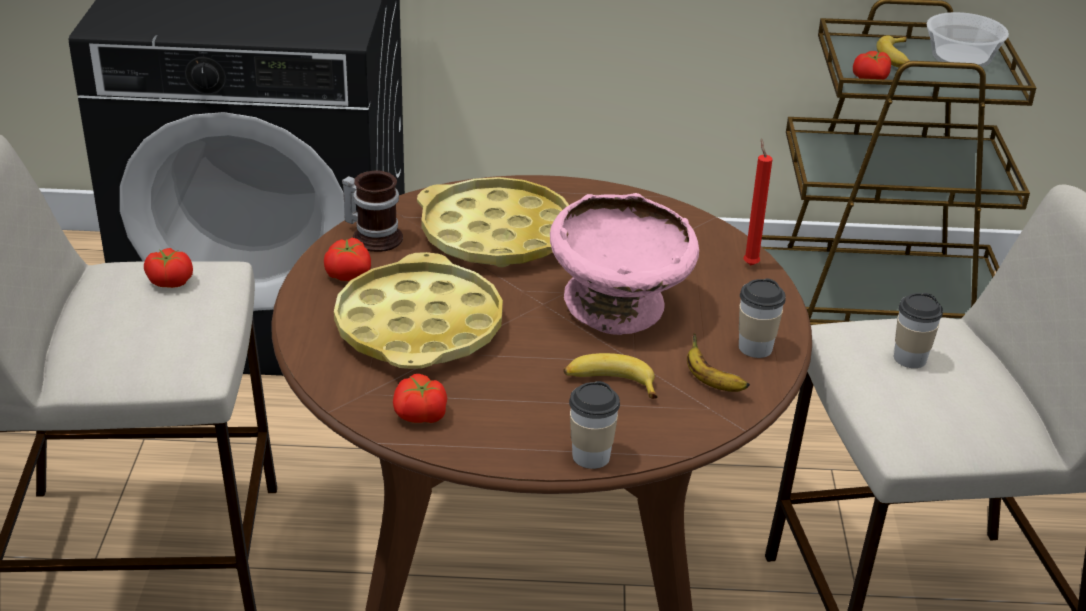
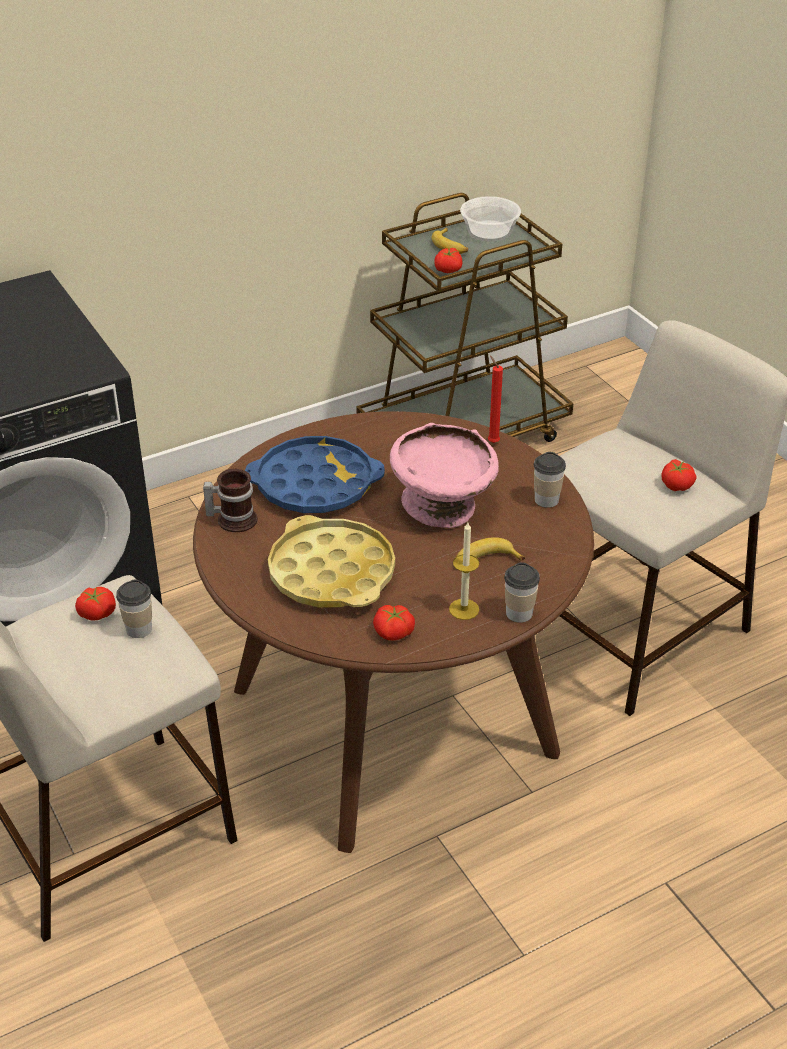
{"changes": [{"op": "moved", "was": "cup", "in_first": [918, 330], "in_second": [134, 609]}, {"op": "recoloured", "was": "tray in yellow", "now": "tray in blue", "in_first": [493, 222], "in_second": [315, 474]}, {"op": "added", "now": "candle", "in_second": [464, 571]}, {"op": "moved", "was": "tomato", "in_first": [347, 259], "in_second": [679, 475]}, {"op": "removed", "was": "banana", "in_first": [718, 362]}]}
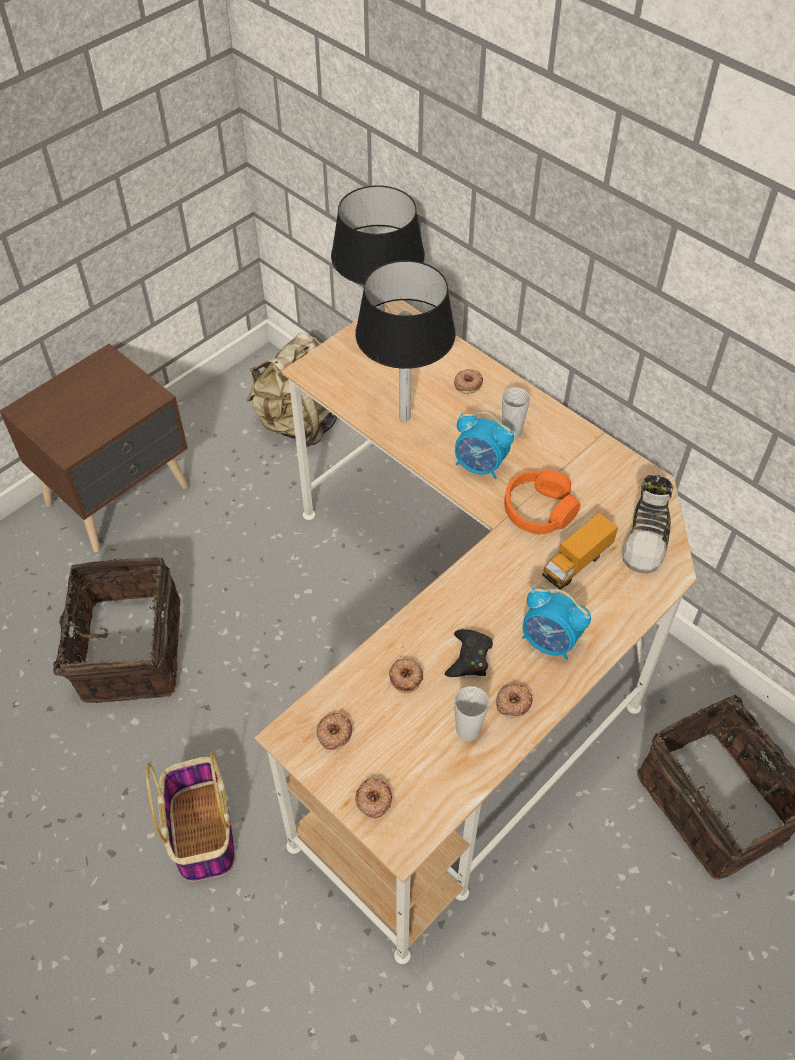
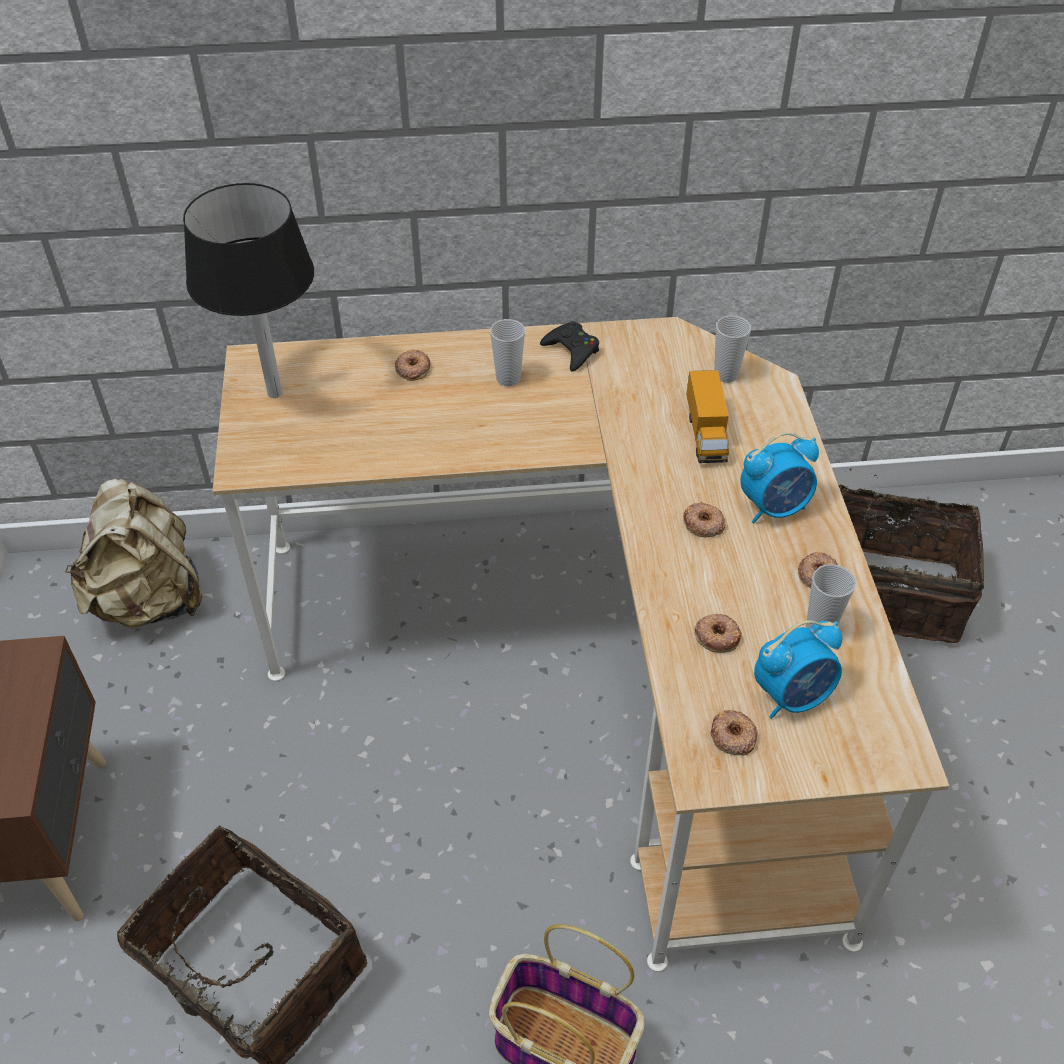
{"changes": [{"op": "moved", "was": "game controller in black", "in_first": [468, 653], "in_second": [569, 346]}, {"op": "moved", "was": "donut", "in_first": [373, 798], "in_second": [704, 519]}, {"op": "replaced", "was": "shoe", "now": "cup", "in_first": [647, 524], "in_second": [732, 349]}, {"op": "moved", "was": "alarm clock", "in_first": [484, 445], "in_second": [798, 669]}, {"op": "removed", "was": "table lamp in black", "in_first": [405, 341]}, {"op": "removed", "was": "headphones in orange", "in_first": [542, 502]}]}
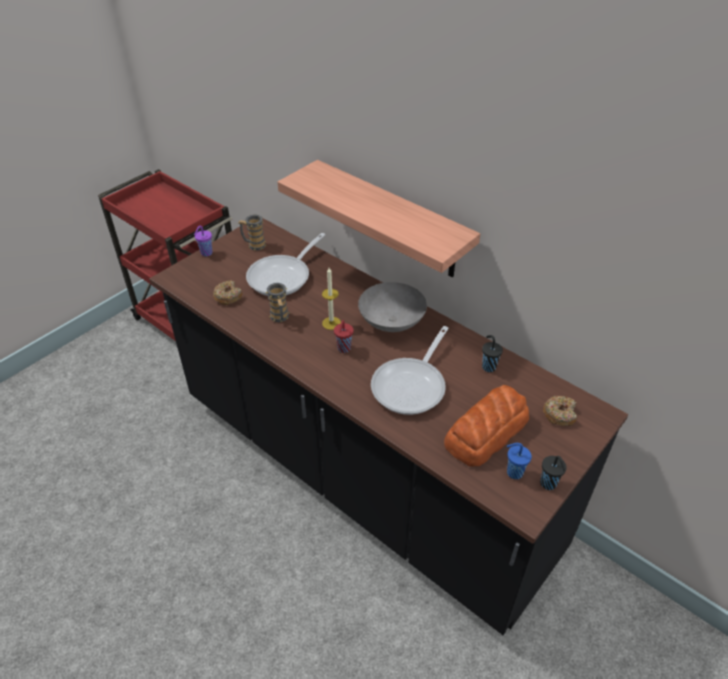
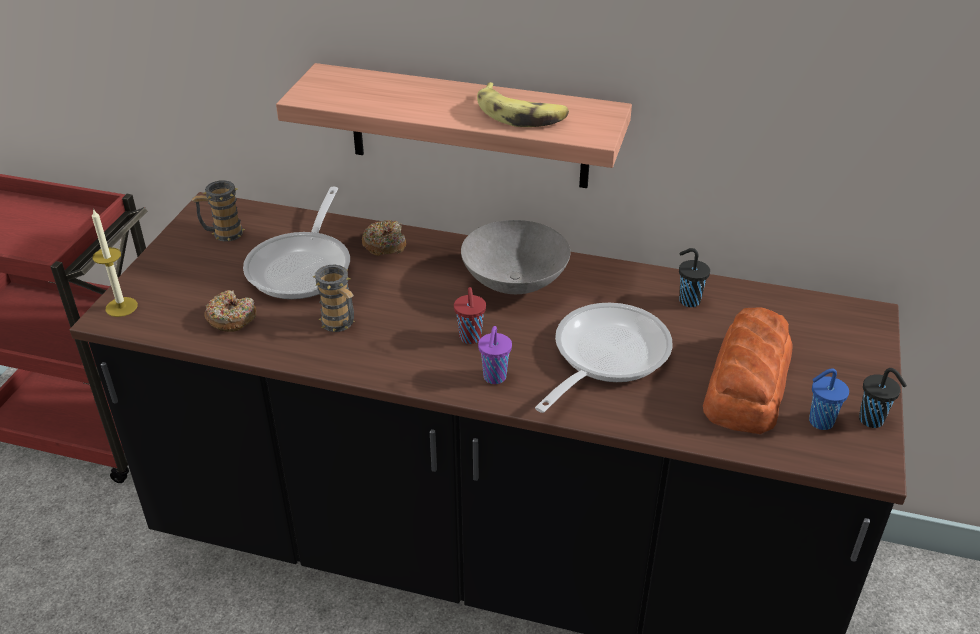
{"changes": [{"op": "moved", "was": "candle", "in_first": [331, 299], "in_second": [115, 263]}, {"op": "moved", "was": "donut", "in_first": [560, 411], "in_second": [384, 238]}, {"op": "added", "now": "banana", "in_second": [523, 104]}, {"op": "moved", "was": "cup in purple", "in_first": [203, 240], "in_second": [495, 355]}, {"op": "turned", "was": "frying pan", "in_first": [410, 370], "in_second": [604, 358], "clockwise": -150}]}
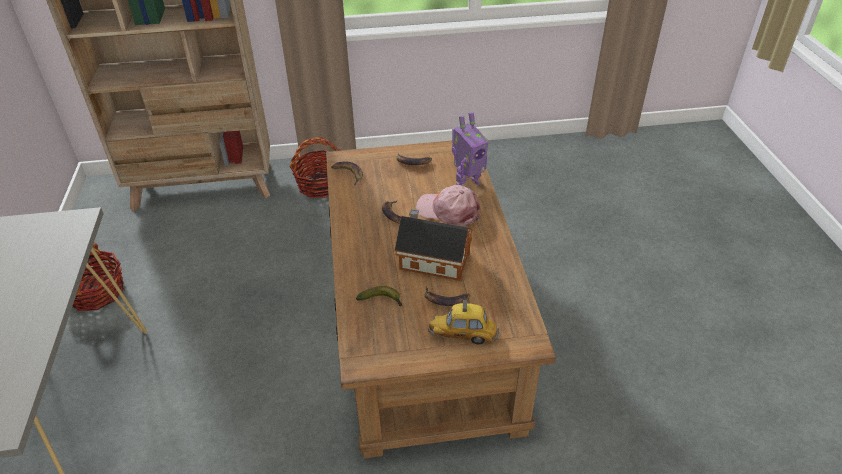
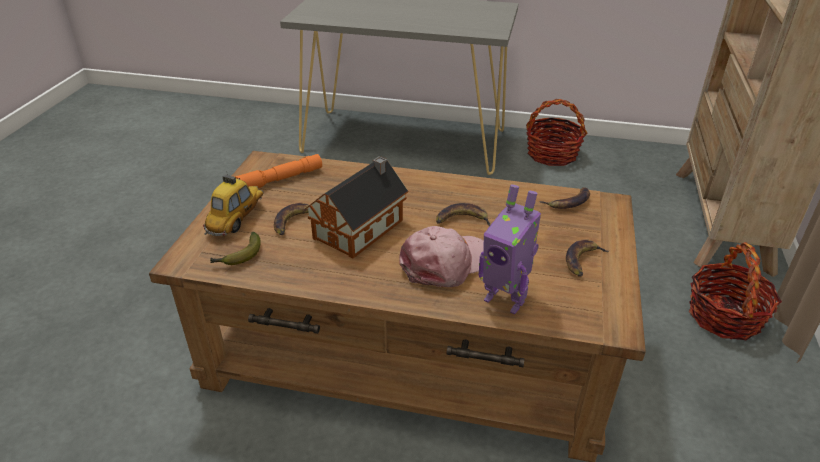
{"changes": [{"op": "moved", "was": "banana", "in_first": [379, 296], "in_second": [235, 248]}, {"op": "added", "now": "flashlight in orange", "in_second": [278, 171]}, {"op": "turned", "was": "toy robot", "in_first": [470, 149], "in_second": [510, 249], "clockwise": -45}]}
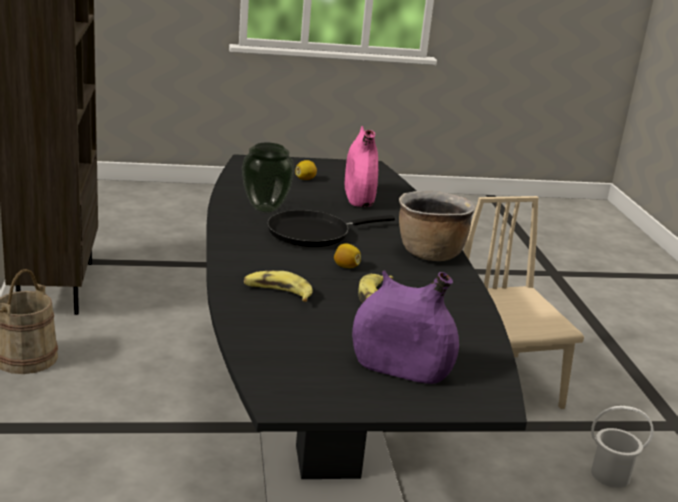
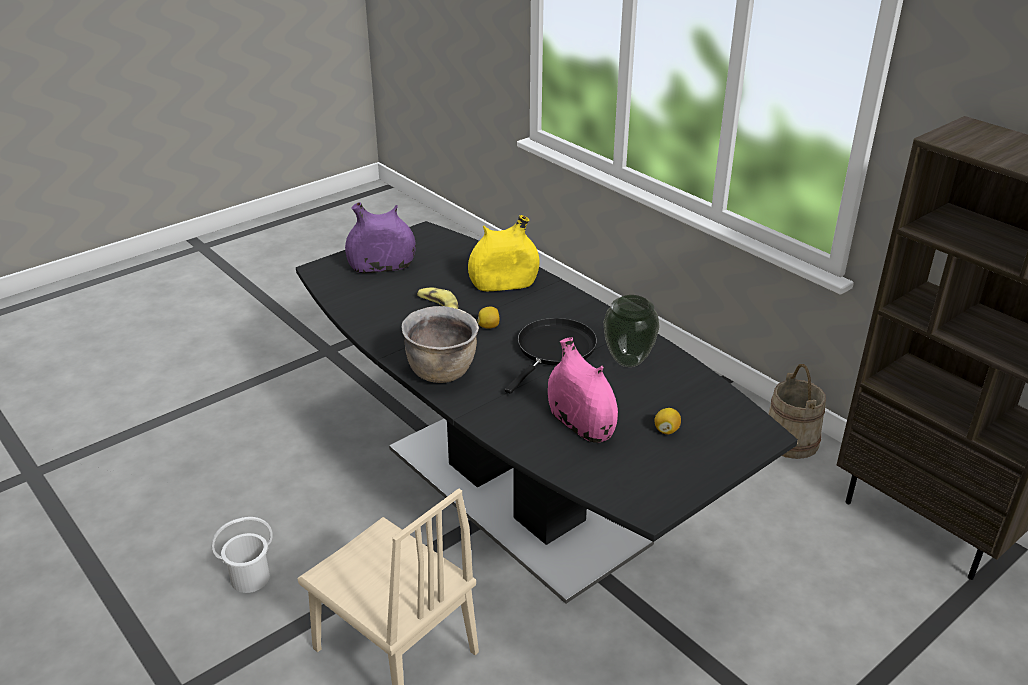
{"changes": [{"op": "replaced", "was": "banana", "now": "vase in yellow", "in_first": [278, 286], "in_second": [504, 253]}]}
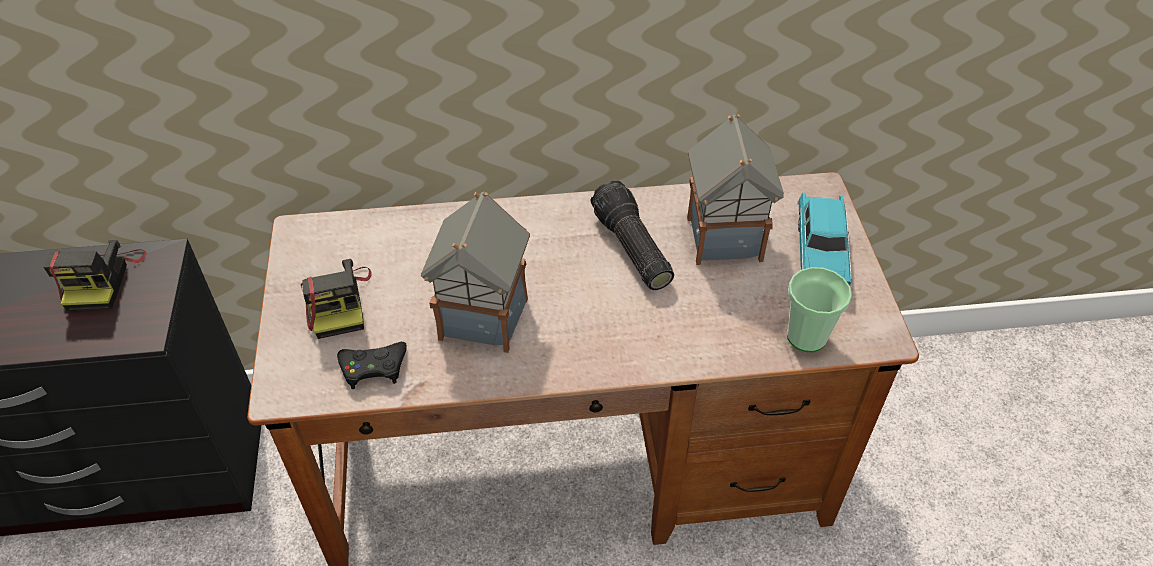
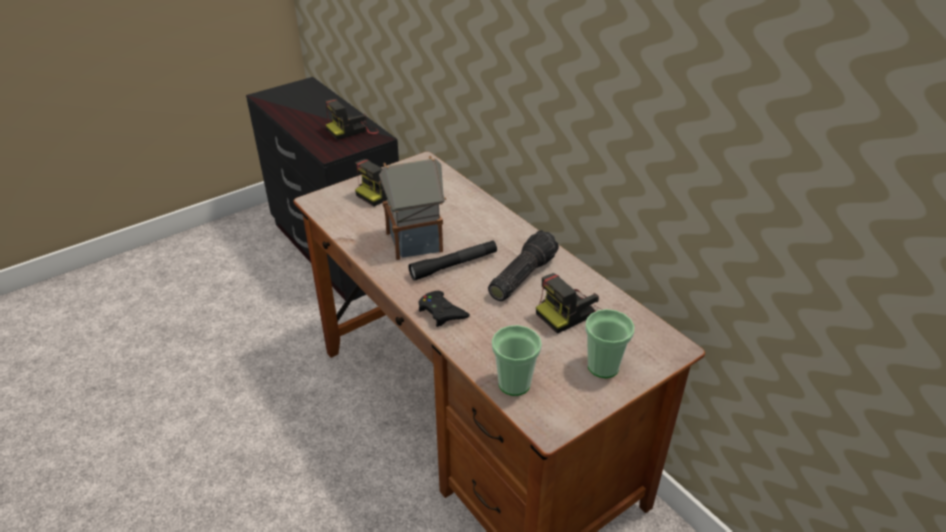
{"changes": [{"op": "added", "now": "flashlight in black", "in_second": [453, 260]}, {"op": "moved", "was": "game controller in black", "in_first": [372, 365], "in_second": [444, 309]}, {"op": "replaced", "was": "toy house", "now": "photo camera", "in_first": [735, 189], "in_second": [569, 303]}, {"op": "replaced", "was": "toy car in turquoise", "now": "cup", "in_first": [825, 239], "in_second": [609, 343]}]}
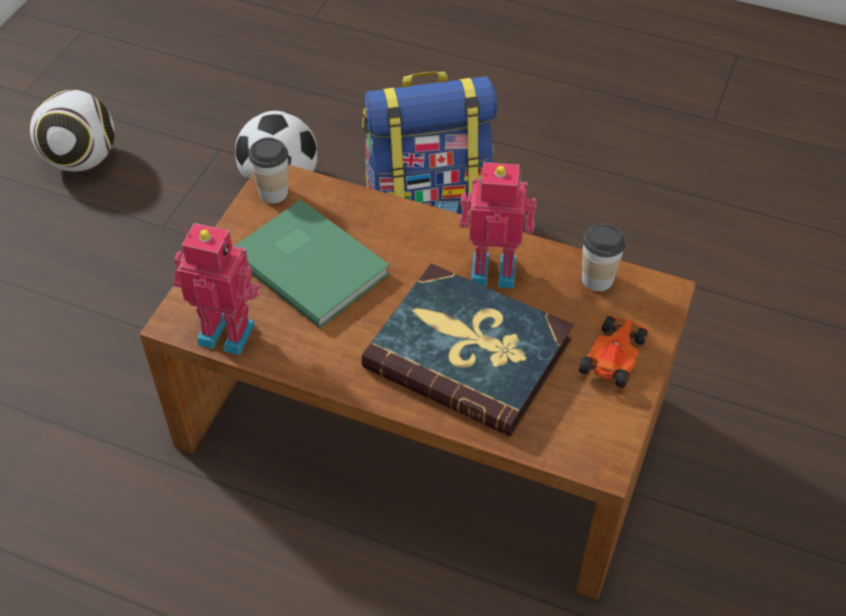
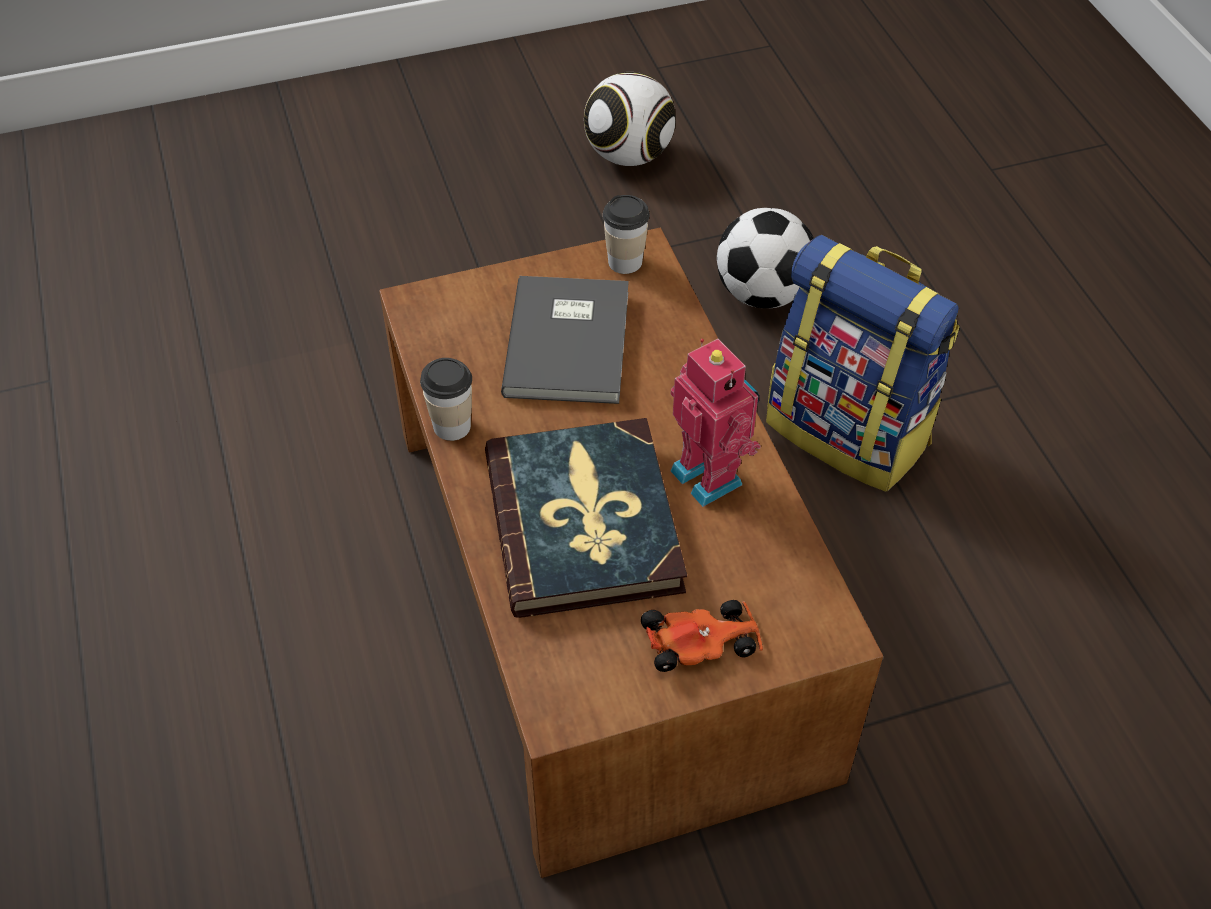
{"changes": [{"op": "moved", "was": "cup", "in_first": [604, 257], "in_second": [446, 399]}, {"op": "recoloured", "was": "book in green", "now": "book in grey", "in_first": [312, 264], "in_second": [565, 340]}, {"op": "removed", "was": "toy robot", "in_first": [217, 289]}]}
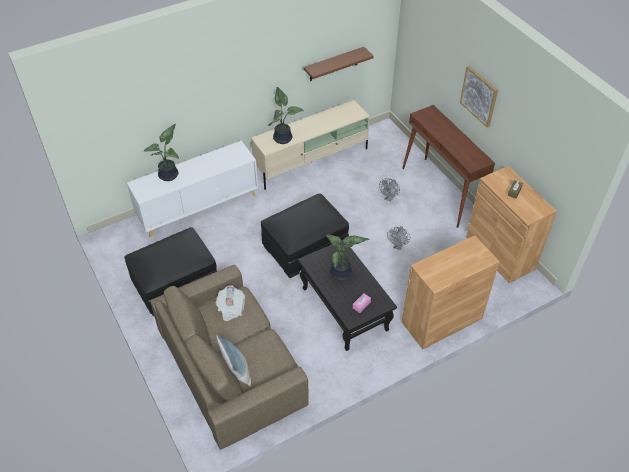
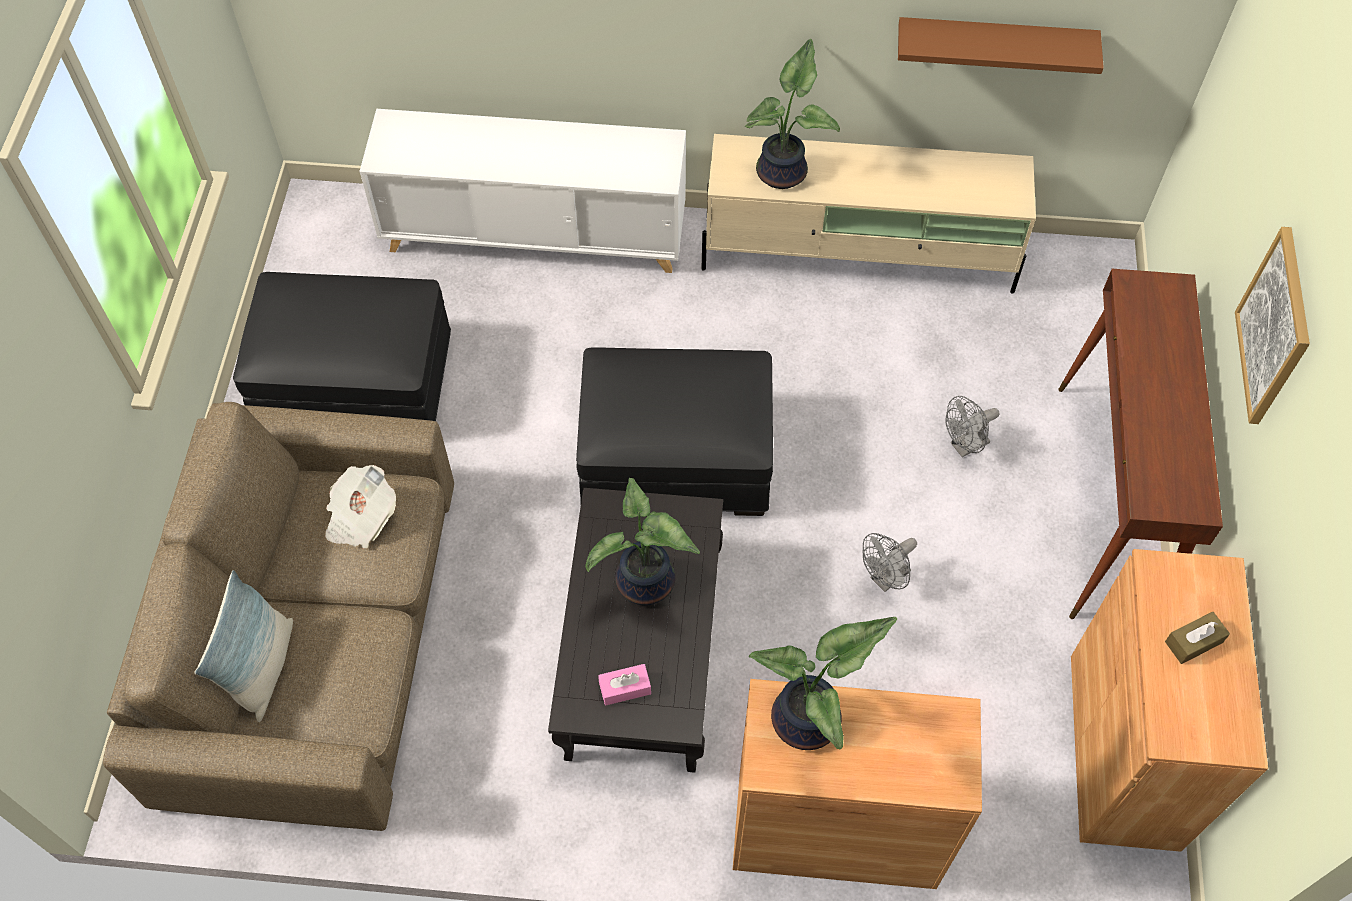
{"changes": [{"op": "moved", "was": "potted plant", "in_first": [161, 152], "in_second": [823, 683]}]}
